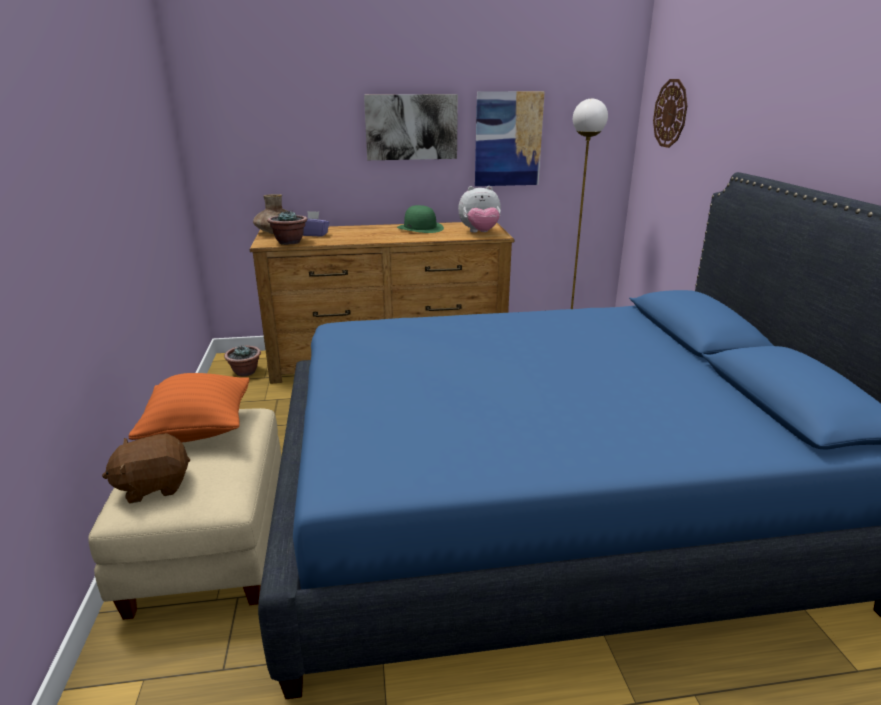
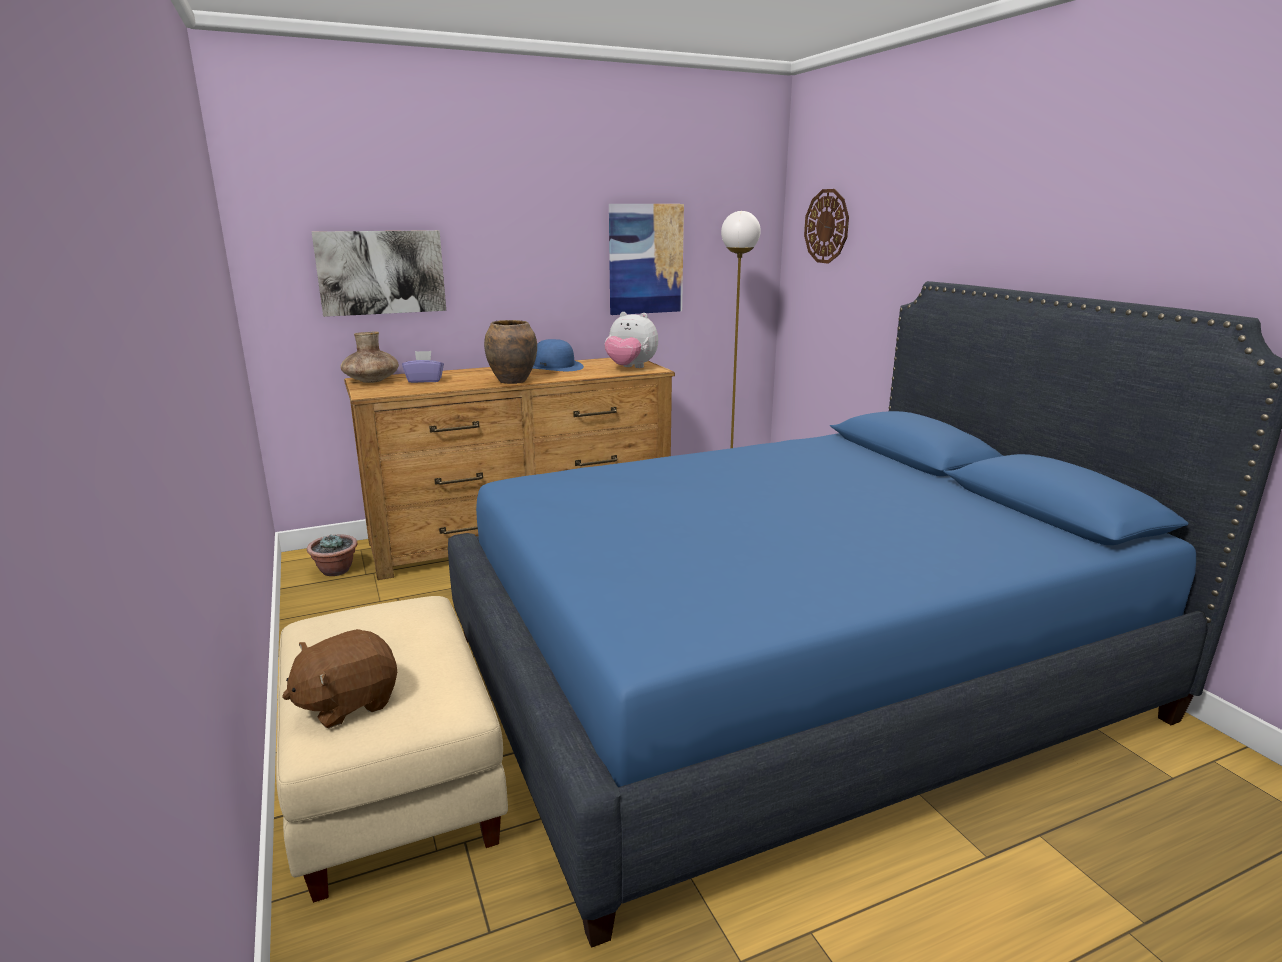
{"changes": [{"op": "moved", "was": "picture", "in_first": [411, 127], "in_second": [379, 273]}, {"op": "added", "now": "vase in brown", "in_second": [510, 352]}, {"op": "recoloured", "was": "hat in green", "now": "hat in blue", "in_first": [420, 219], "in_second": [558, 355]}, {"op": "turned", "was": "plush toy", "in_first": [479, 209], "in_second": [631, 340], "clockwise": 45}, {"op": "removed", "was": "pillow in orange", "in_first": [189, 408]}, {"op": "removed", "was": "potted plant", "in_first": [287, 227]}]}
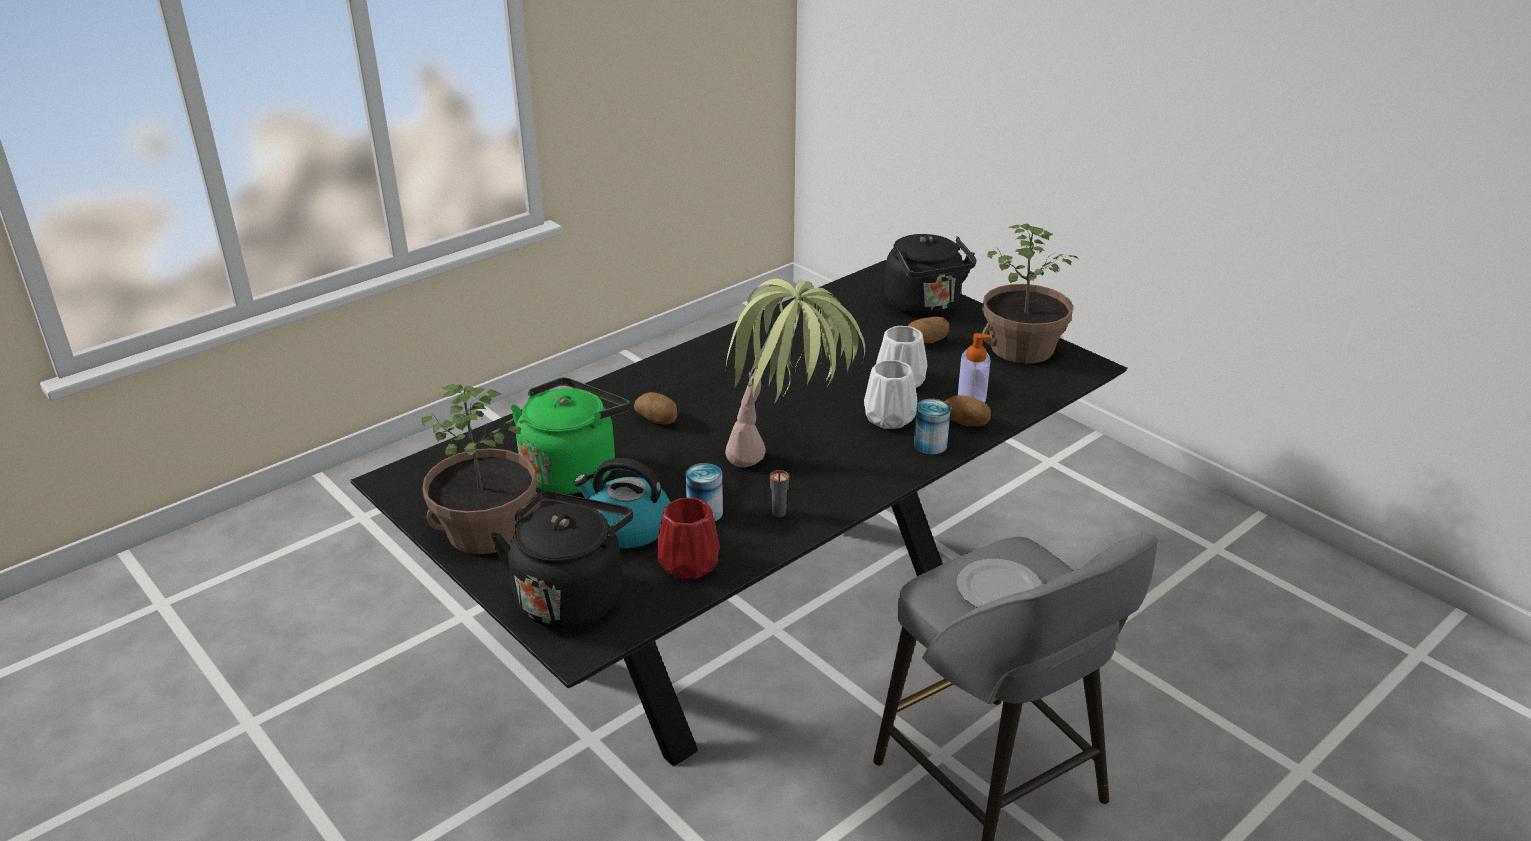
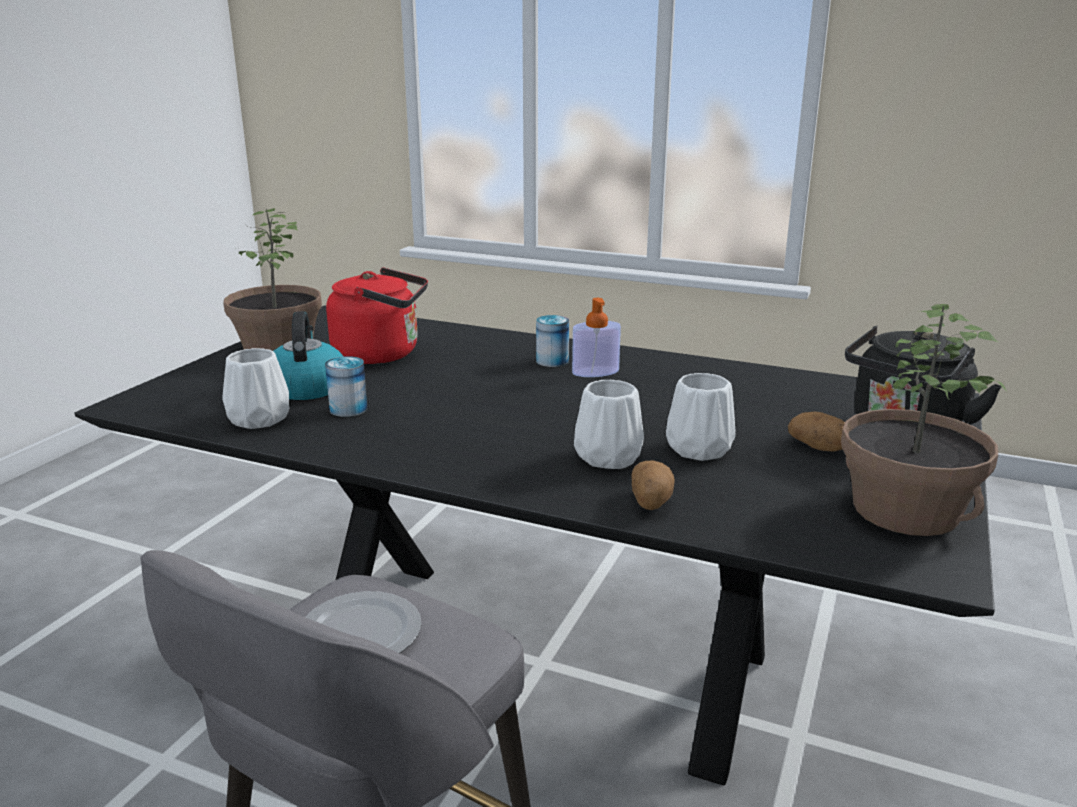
{"changes": [{"op": "recoloured", "was": "vase in red", "now": "vase in white", "in_first": [688, 538], "in_second": [255, 388]}, {"op": "recoloured", "was": "kettle in green", "now": "kettle in red", "in_first": [569, 436], "in_second": [377, 316]}, {"op": "moved", "was": "can", "in_first": [932, 426], "in_second": [552, 341]}, {"op": "moved", "was": "soap dispenser", "in_first": [974, 368], "in_second": [596, 337]}, {"op": "removed", "was": "kettle in black", "in_first": [562, 559]}, {"op": "removed", "was": "potato", "in_first": [656, 408]}, {"op": "removed", "was": "potted plant", "in_first": [795, 373]}, {"op": "removed", "was": "cup in grey", "in_first": [779, 493]}]}
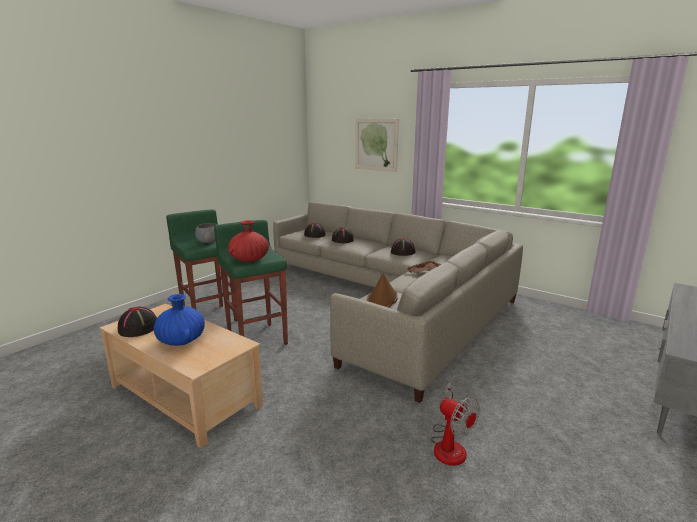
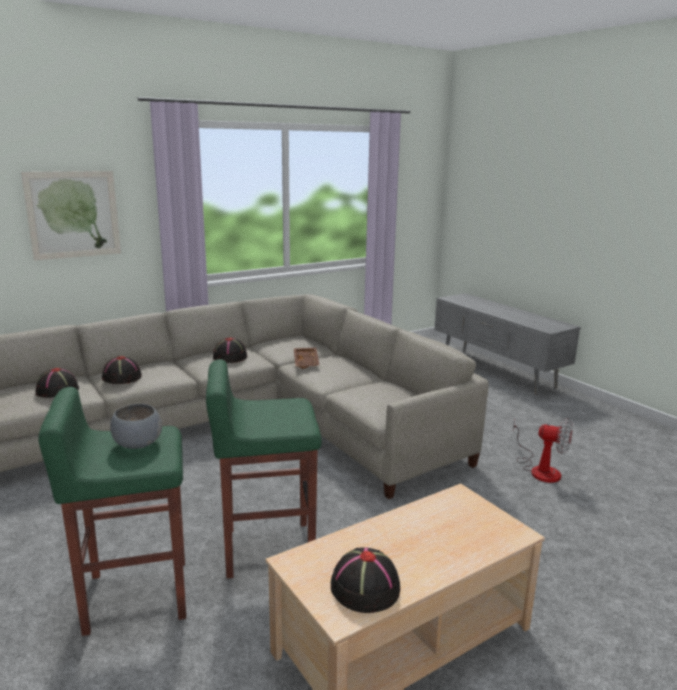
{"changes": [{"op": "turned", "was": "fan", "in_first": [455, 424], "in_second": [542, 450], "clockwise": 45}, {"op": "removed", "was": "vase in blue", "in_first": [179, 320]}, {"op": "removed", "was": "vase in red", "in_first": [248, 241]}, {"op": "removed", "was": "hat in brown", "in_first": [382, 290]}]}
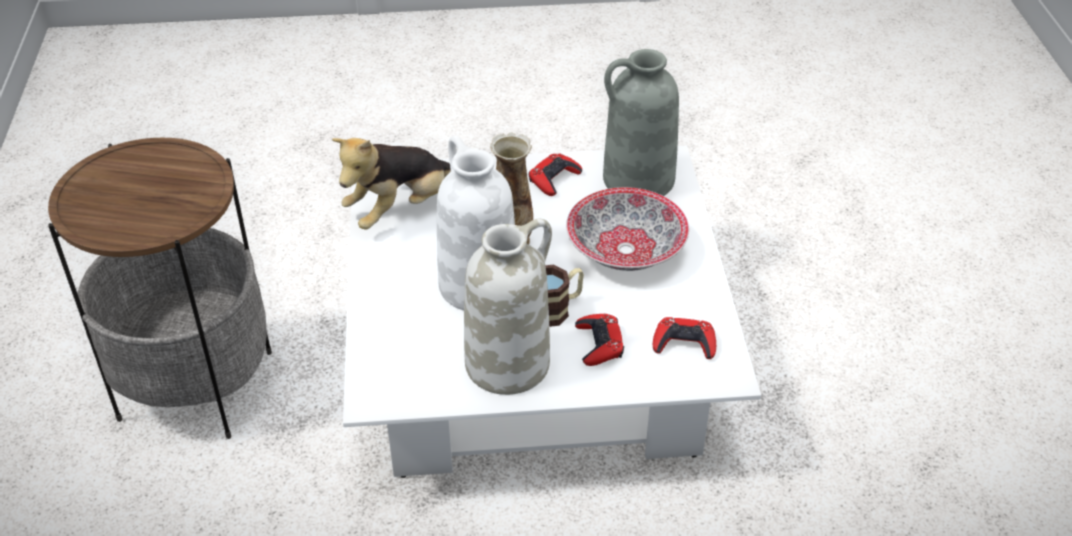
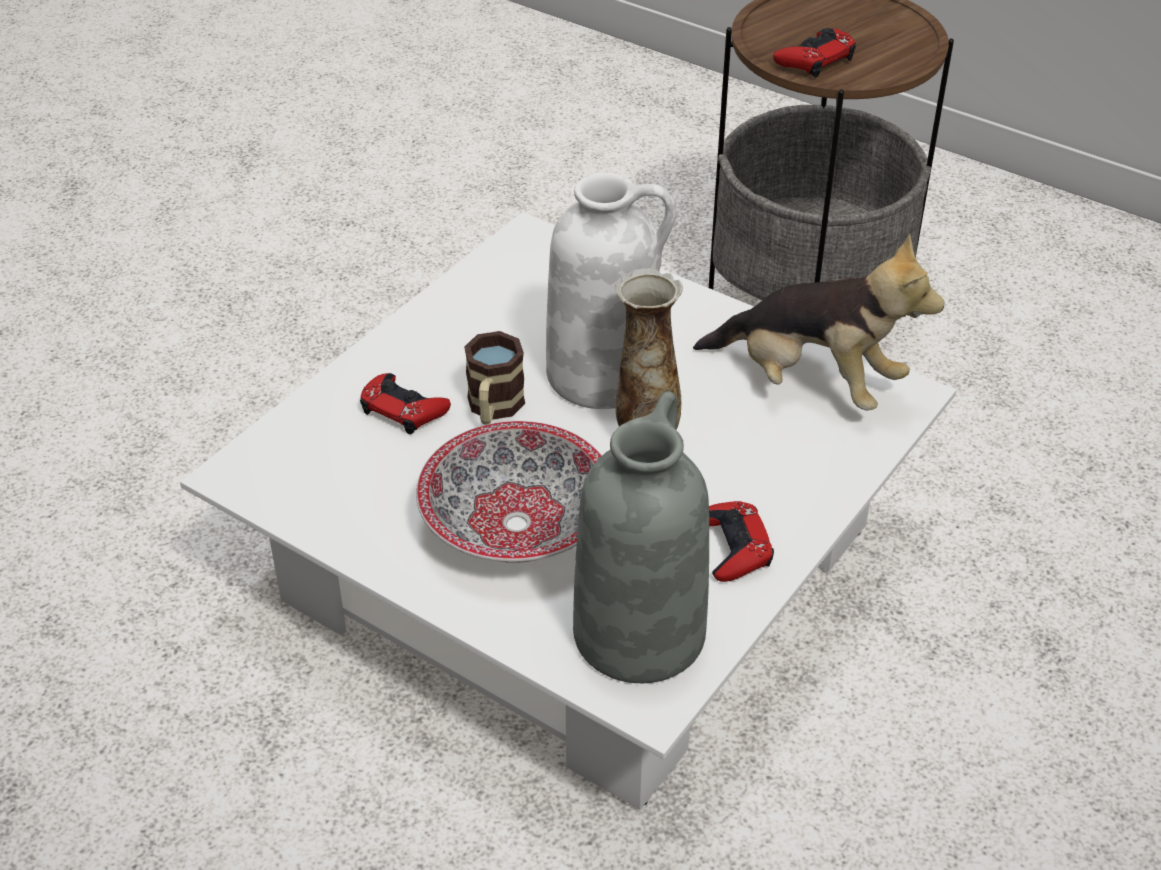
{"changes": [{"op": "turned", "was": "plush toy", "in_first": [391, 184], "in_second": [818, 322], "clockwise": 120}, {"op": "moved", "was": "game controller in red", "in_first": [684, 338], "in_second": [814, 53]}, {"op": "removed", "was": "vase in white", "in_first": [508, 307]}]}
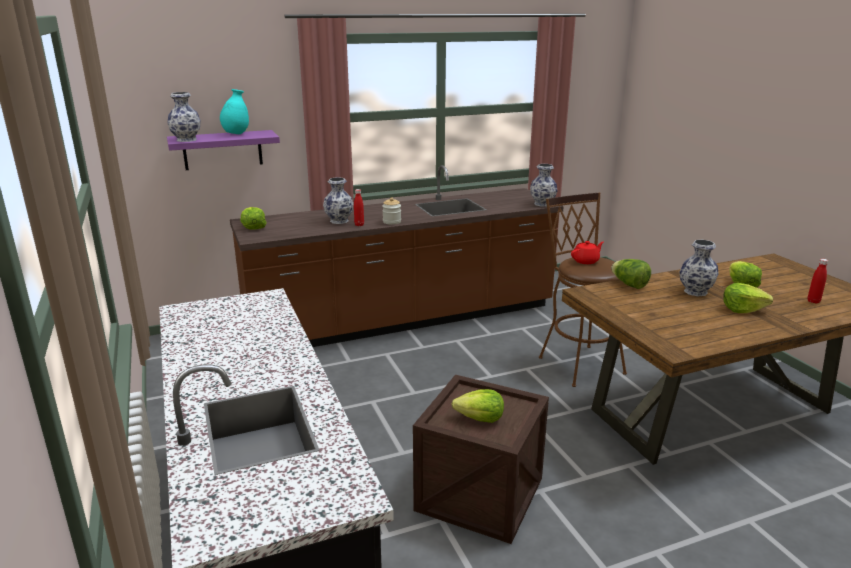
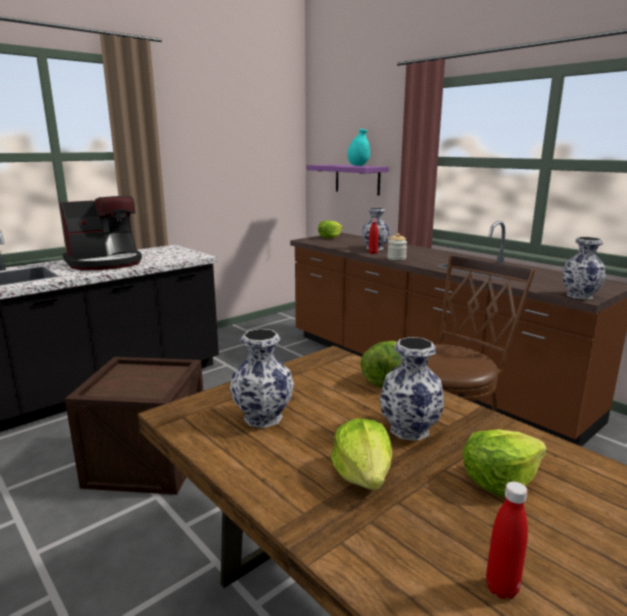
{"changes": [{"op": "added", "now": "coffee machine", "in_second": [101, 233]}, {"op": "moved", "was": "vase", "in_first": [184, 117], "in_second": [262, 378]}, {"op": "removed", "was": "lettuce", "in_first": [478, 406]}, {"op": "removed", "was": "teapot in red", "in_first": [587, 252]}]}
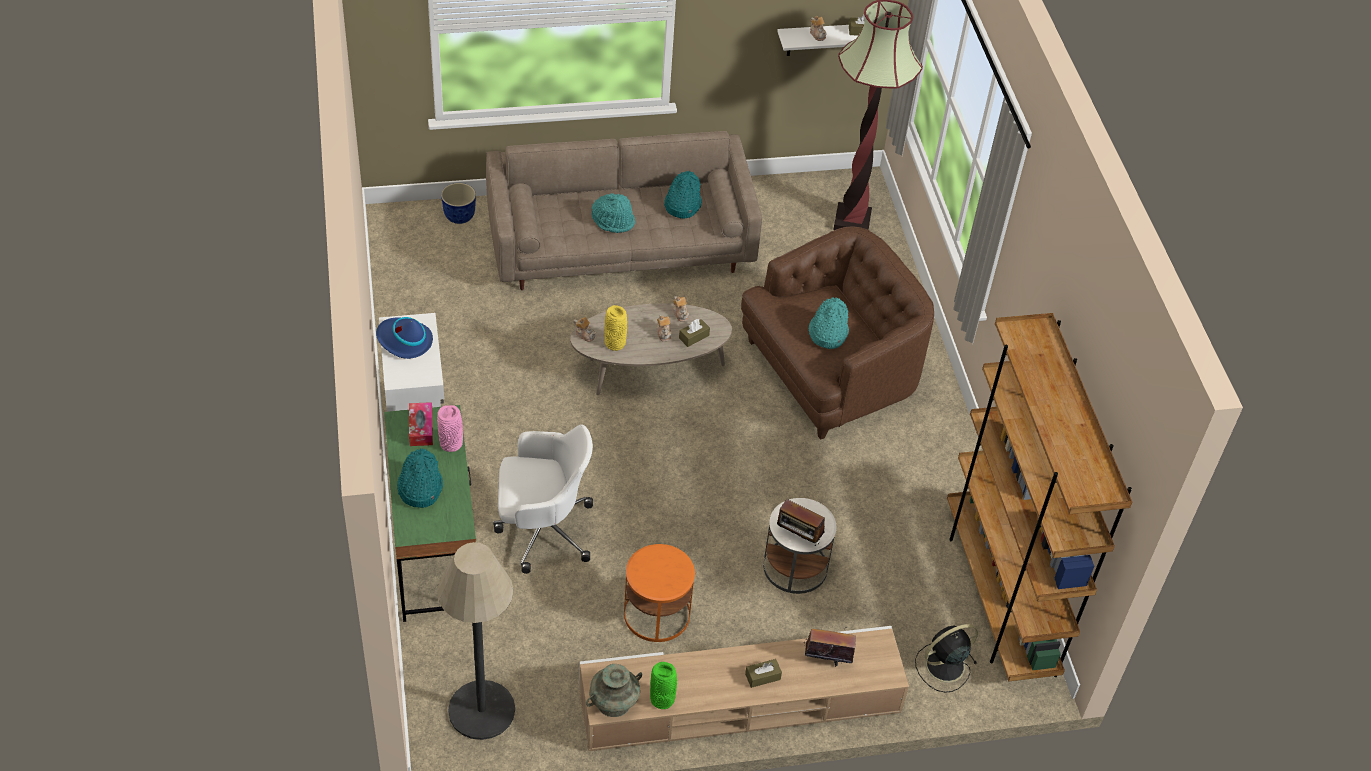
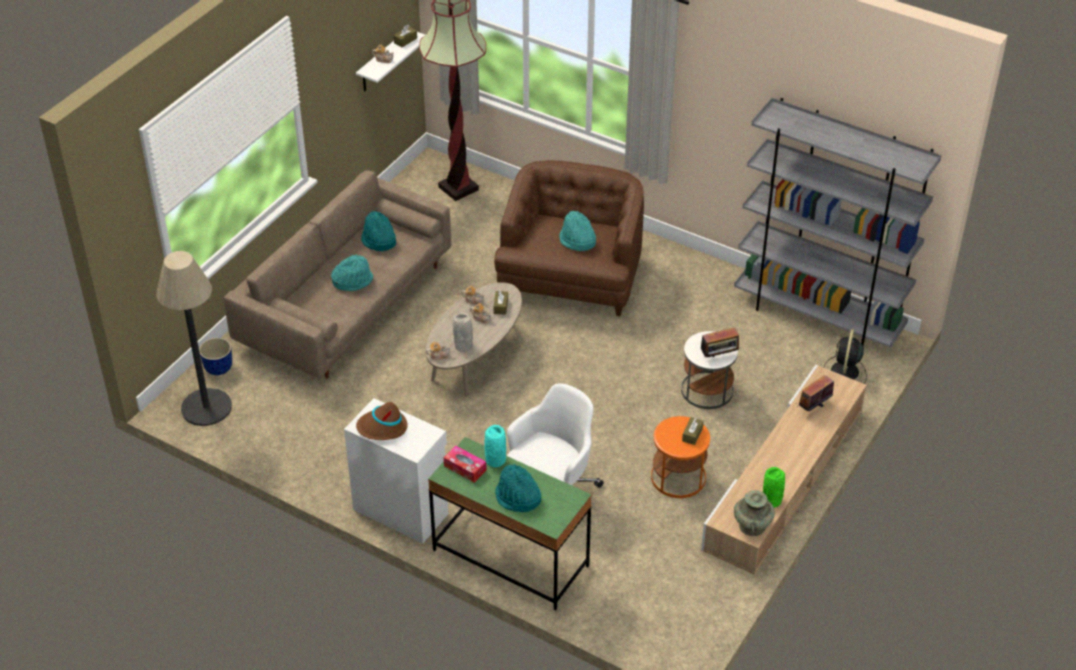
{"changes": [{"op": "moved", "was": "floor lamp", "in_first": [476, 641], "in_second": [194, 338]}, {"op": "recoloured", "was": "hat in blue", "now": "hat in brown", "in_first": [404, 338], "in_second": [381, 421]}, {"op": "recoloured", "was": "vase in yellow", "now": "vase in grey", "in_first": [615, 328], "in_second": [463, 332]}, {"op": "recoloured", "was": "vase in pink", "now": "vase in turquoise", "in_first": [450, 428], "in_second": [495, 446]}, {"op": "moved", "was": "tissue box in brown", "in_first": [763, 673], "in_second": [693, 431]}, {"op": "recoloured", "was": "bookcase in brown", "now": "bookcase in grey", "in_first": [1039, 497], "in_second": [838, 223]}]}
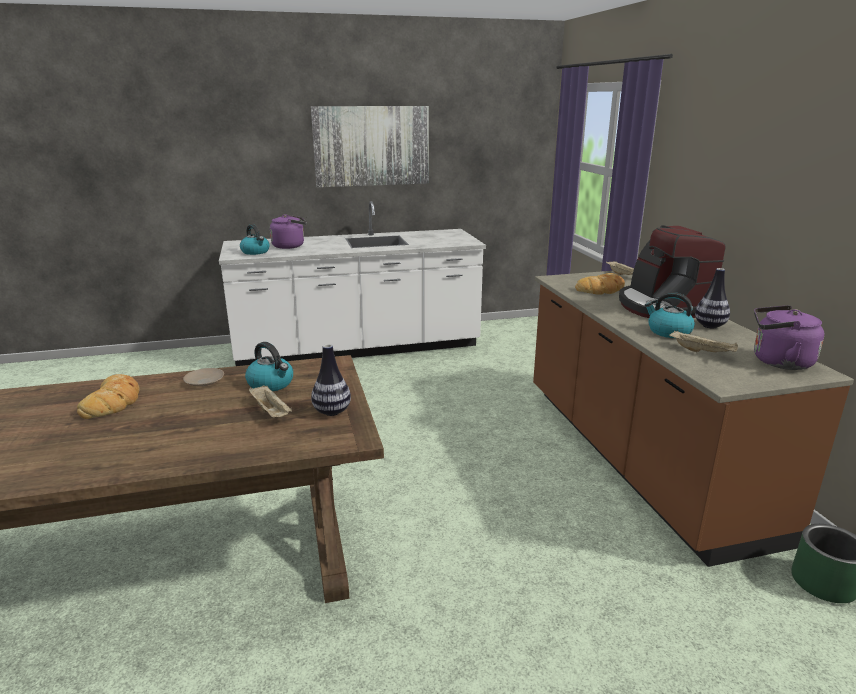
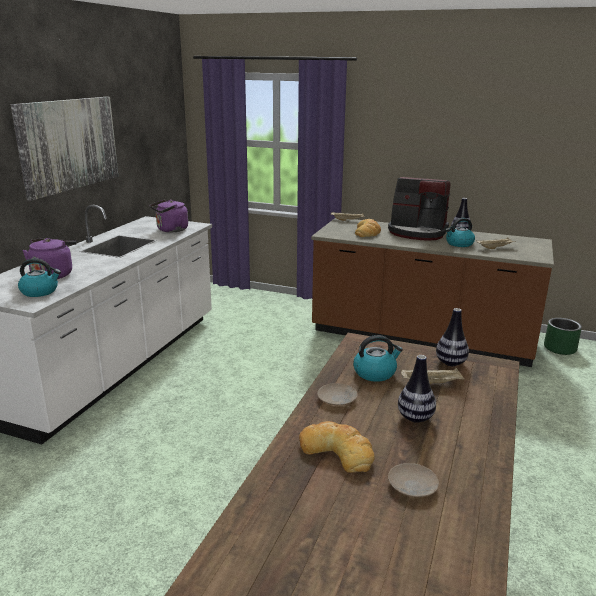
{"changes": [{"op": "moved", "was": "kettle in purple", "in_first": [789, 337], "in_second": [169, 215]}, {"op": "added", "now": "plate in beige", "in_second": [413, 480]}, {"op": "added", "now": "vase", "in_second": [417, 389]}]}
